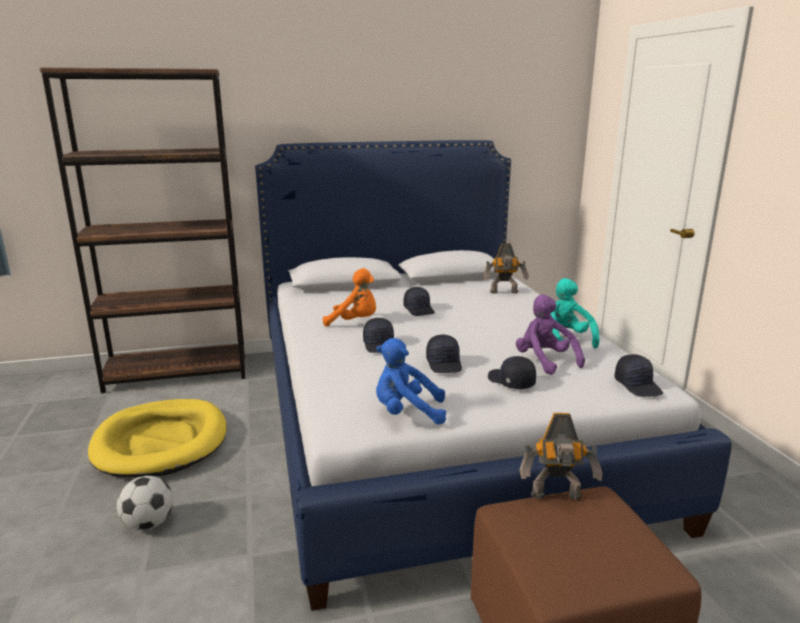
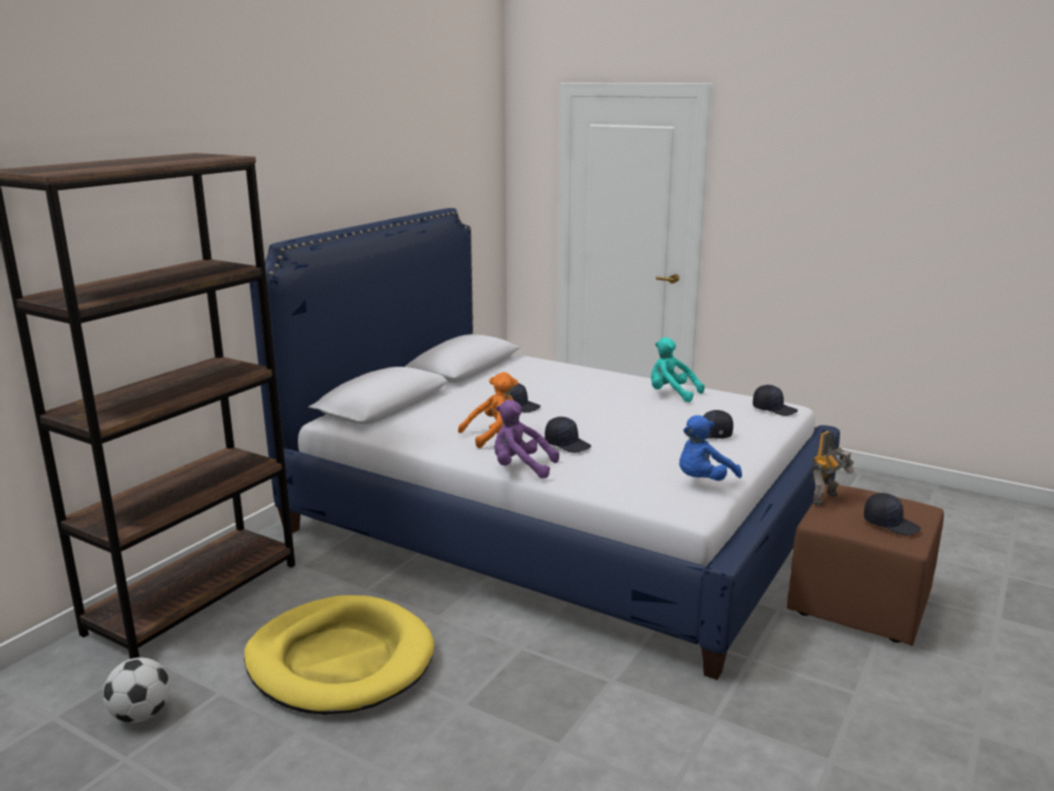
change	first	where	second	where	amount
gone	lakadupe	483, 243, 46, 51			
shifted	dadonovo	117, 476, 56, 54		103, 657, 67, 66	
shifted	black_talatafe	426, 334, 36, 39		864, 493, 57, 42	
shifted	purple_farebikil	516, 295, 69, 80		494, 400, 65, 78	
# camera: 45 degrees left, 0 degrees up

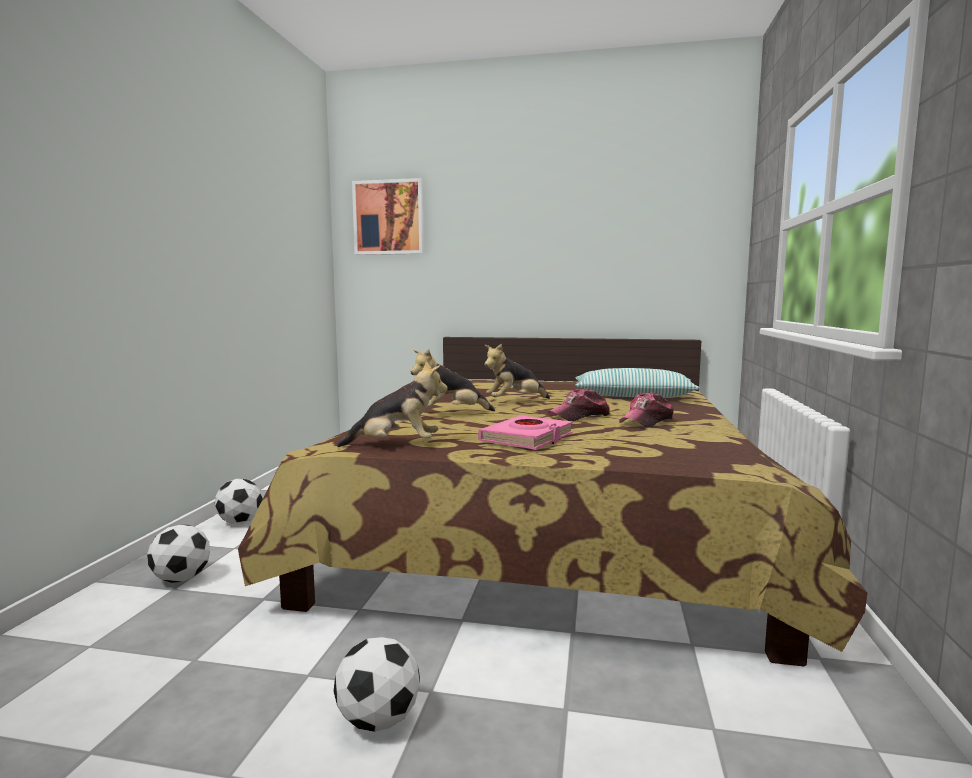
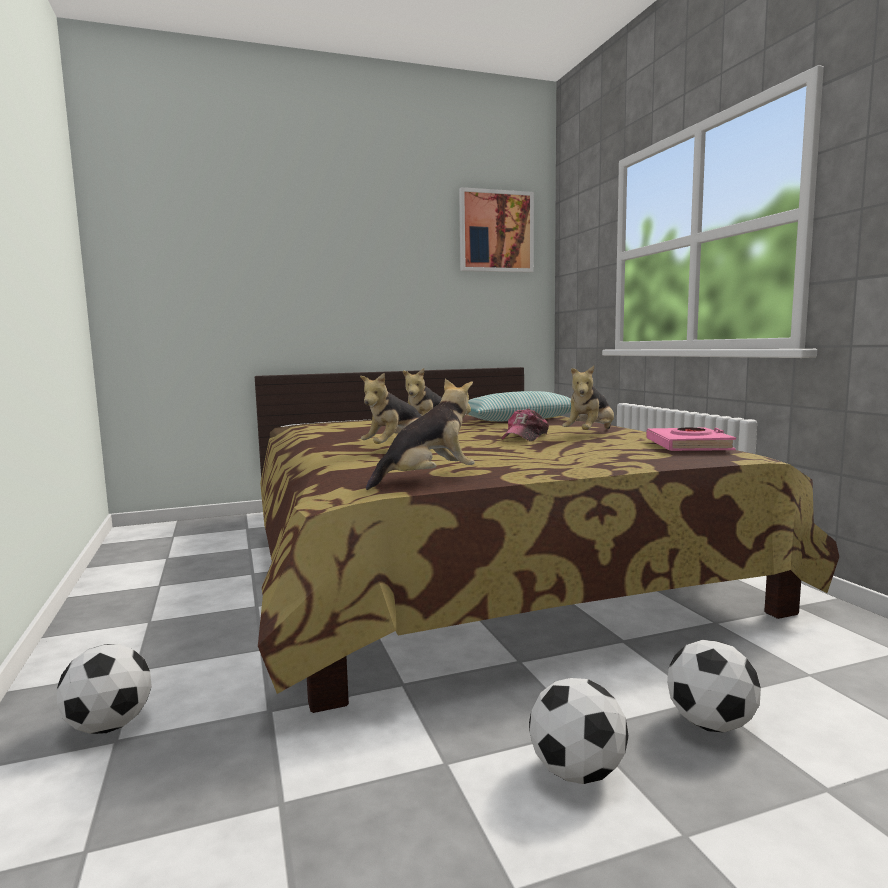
change	first	where	second	where	amount
shifted	dadonovo	215, 479, 48, 45		667, 640, 94, 93	
shifted	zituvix	352, 178, 72, 77		459, 187, 75, 86	
shifted	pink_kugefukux	478, 415, 95, 35		646, 428, 90, 23	
swapped	talatafe	619, 392, 55, 35	farebikil	562, 366, 52, 64	
# camera: 30 degrees left, 0 degrees up

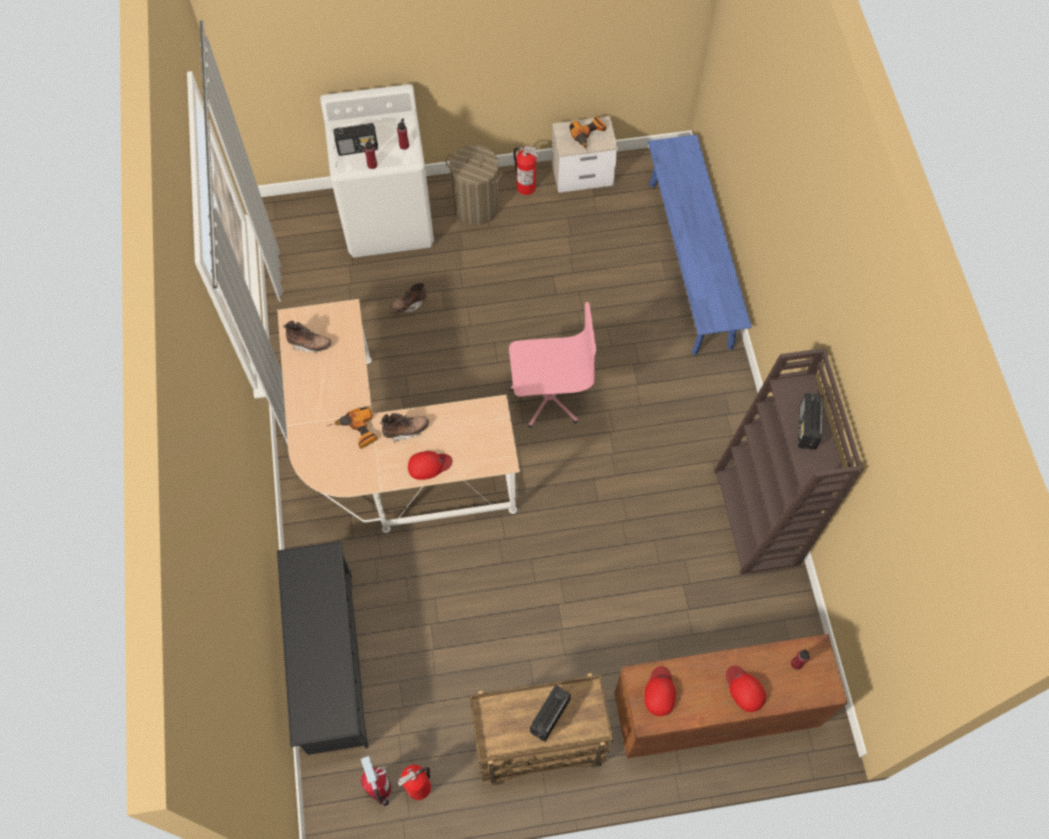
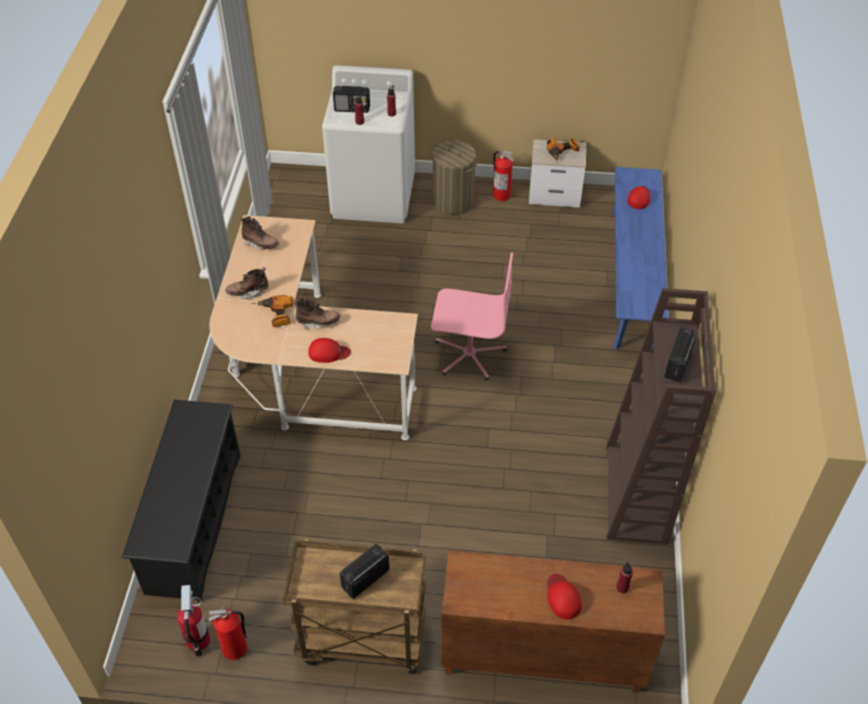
change	first	where	second	where	amount
shifted	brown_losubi	390, 281, 37, 32		225, 267, 44, 32	
shifted	red_talatafe	644, 666, 32, 50		627, 186, 23, 23	
# camera: 15 degrees right, 15 degrees down

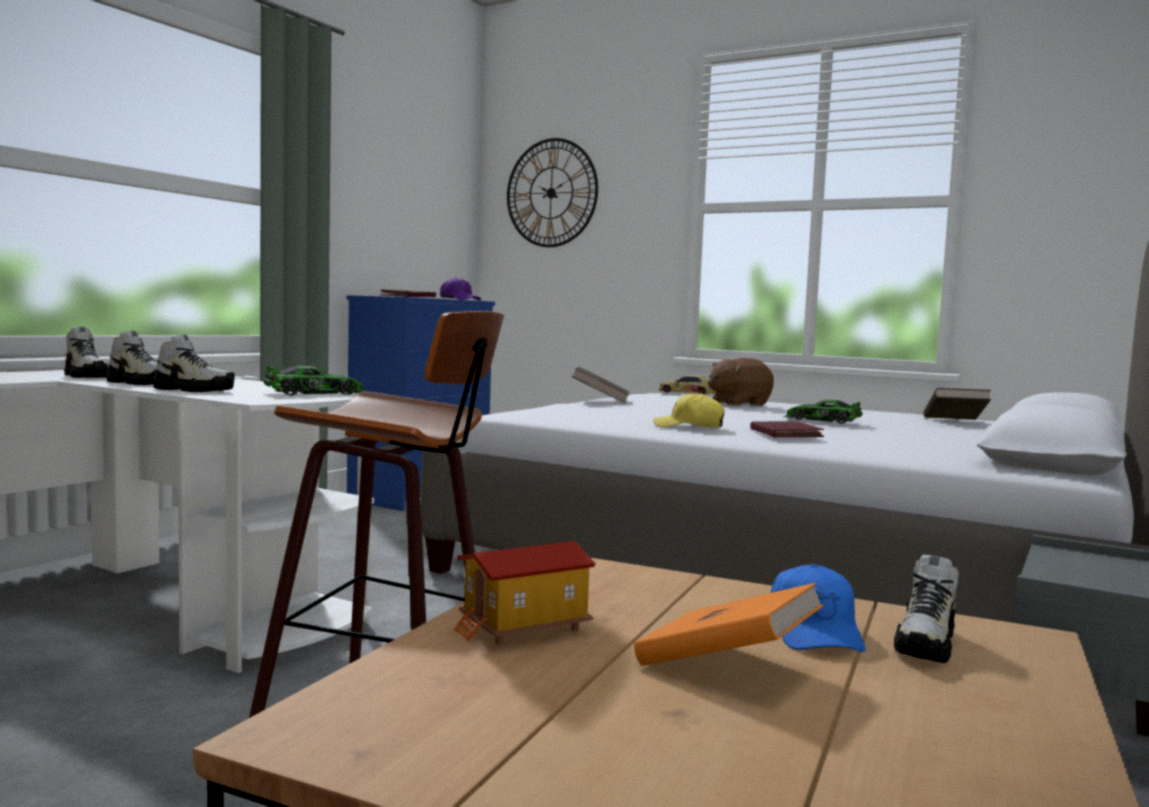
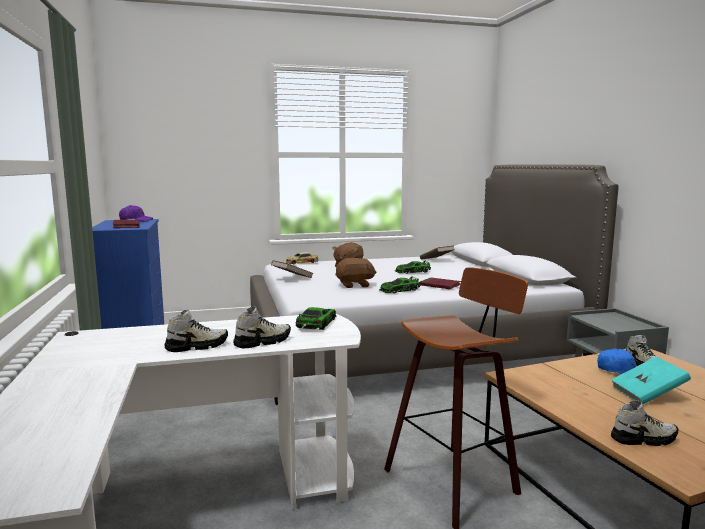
change	first	where	second	where	amount
gone	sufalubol	454, 541, 142, 104			
gone	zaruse	507, 138, 91, 109			
new			brown_farebikil	335, 258, 42, 30	
shifted	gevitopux	64, 327, 44, 51		611, 400, 67, 46	
swapped	yellow_talatafe	653, 393, 72, 35	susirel	379, 276, 41, 17	
repainted	orange_kugefukux	634, 583, 190, 83	turquoise_kugefukux	611, 357, 80, 47	
# camera: 45 degrees left, 5 degrees up

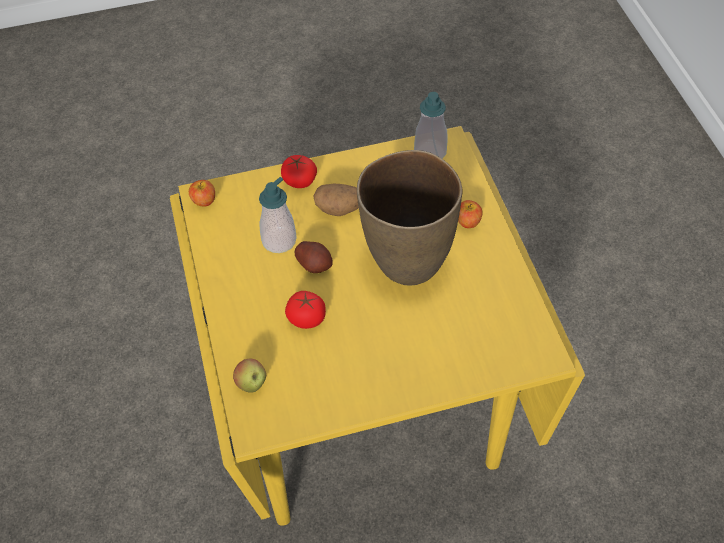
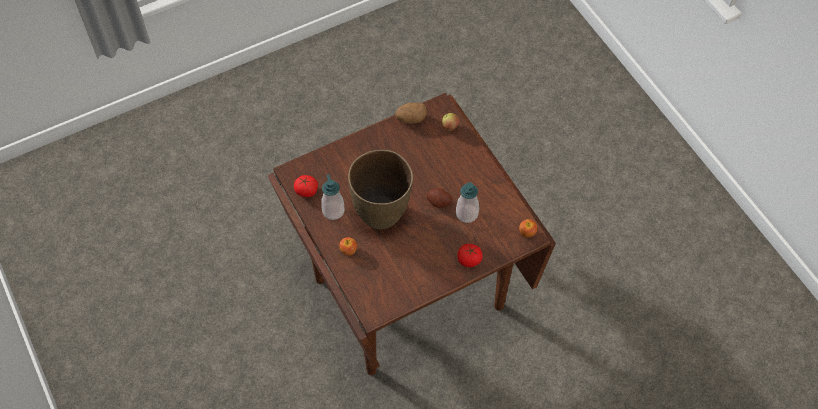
change	first	where	second	where	amount
shifted	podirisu	285, 291, 41, 38		294, 175, 24, 22	
shifted	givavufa	313, 184, 46, 32		395, 103, 32, 20	
shifted	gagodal	414, 92, 34, 67		321, 174, 24, 46	
repainted	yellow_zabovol	170, 126, 415, 400	brown_zabovol	268, 93, 288, 282	
# camera: 165 degrees right, 5 degrees up

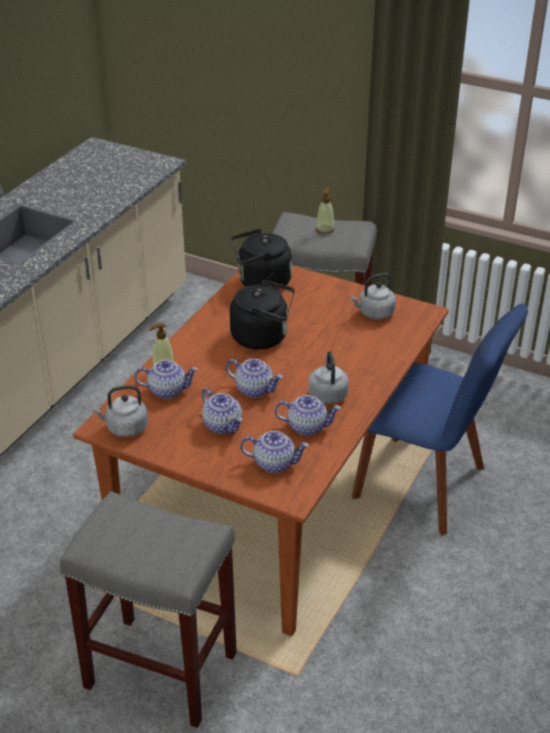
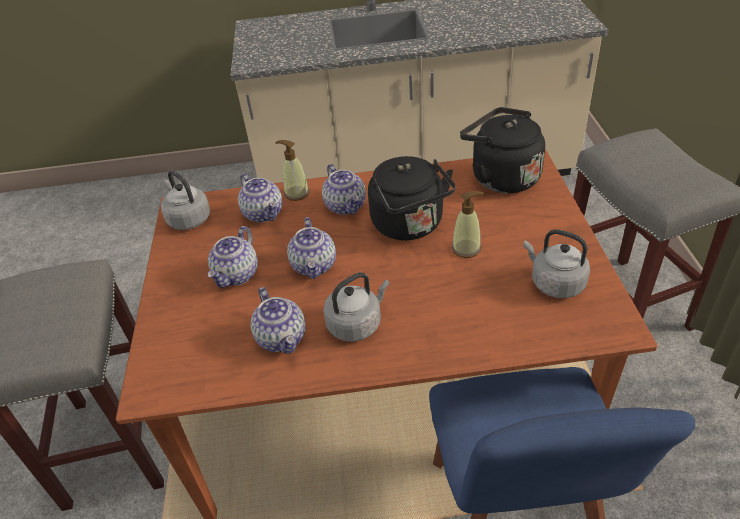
change	first	where	second	where	amount
shifted	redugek	240, 431, 69, 42		322, 164, 44, 51	
shifted	gagodal	316, 187, 18, 47		452, 191, 32, 67	
# camera: 60 degrees right, 5 degrees up

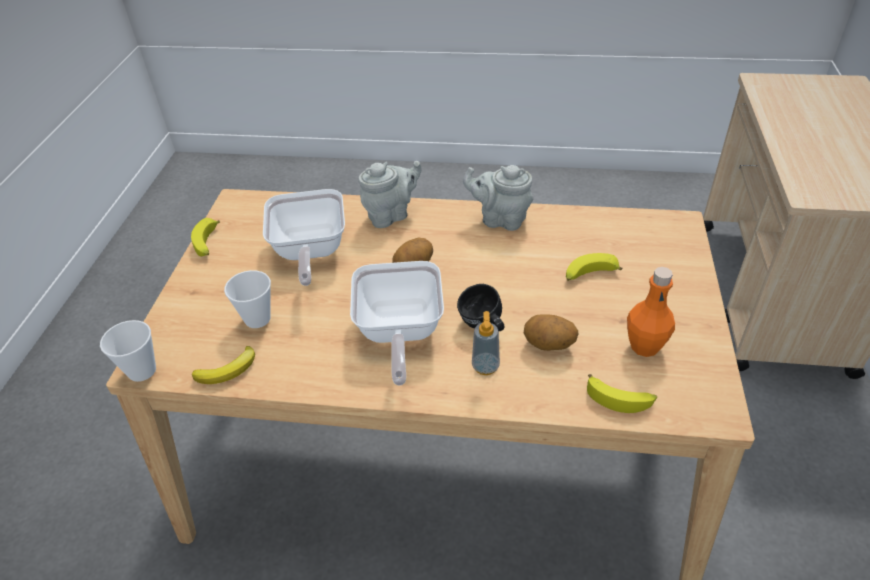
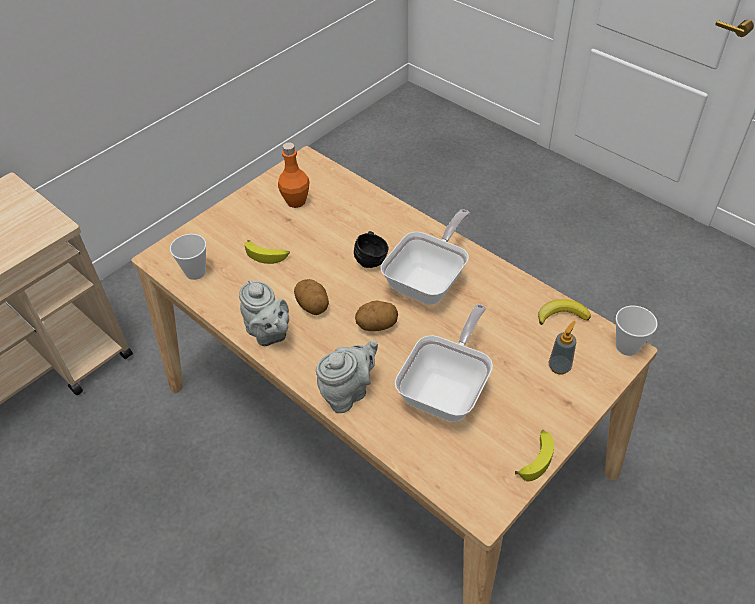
change	first	where	second	where	amount
gone	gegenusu	587, 374, 70, 39			
shifted	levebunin	224, 270, 47, 58		170, 234, 36, 46	
shifted	gagodal	472, 311, 28, 64		549, 321, 27, 54	
shifted	givavufa	524, 314, 54, 37		294, 279, 35, 36	
rotated	grey_redugek	358, 161, 64, 67		316, 340, 62, 73	135 degrees clockwise
# camera: 145 degrees left, 5 degrees up

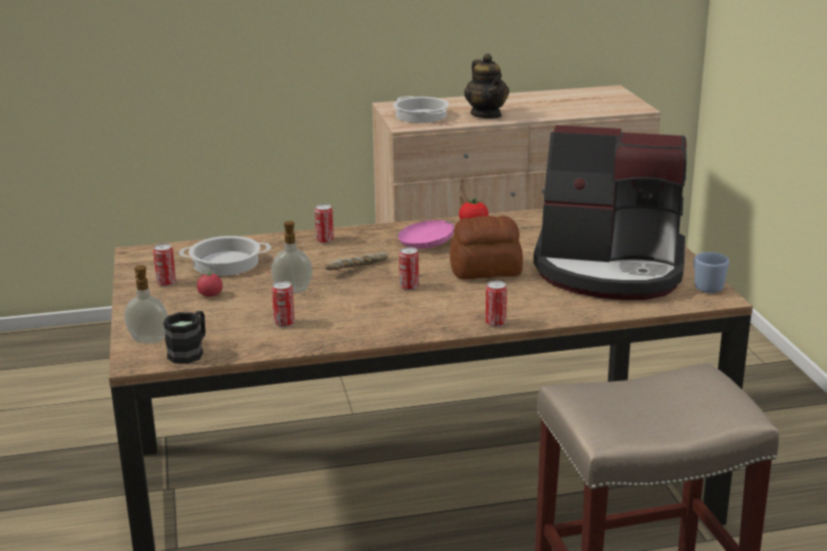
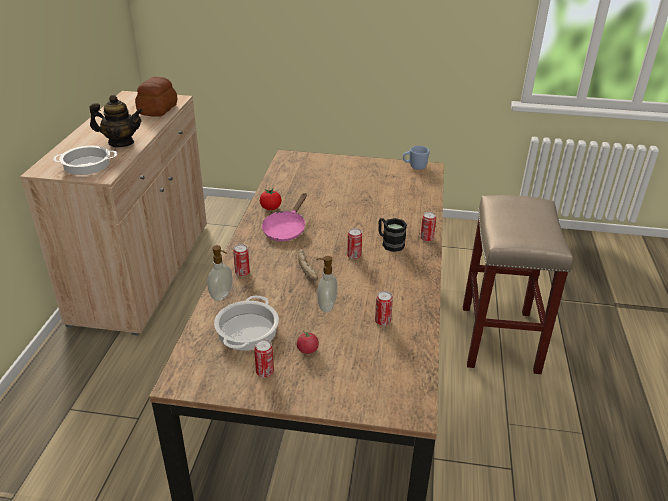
change	first	where	second	where	amount
gone	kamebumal	533, 125, 154, 175			
shifted	gagodal	124, 265, 44, 78		207, 245, 26, 56	
shifted	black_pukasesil	163, 311, 42, 53		379, 218, 28, 34	
shifted	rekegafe	450, 216, 73, 63		135, 77, 42, 40	
# camera: 70 degrees left, 10 degrees up

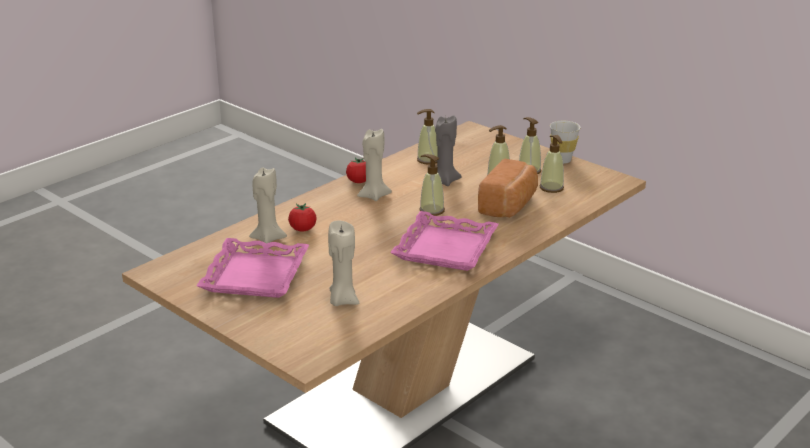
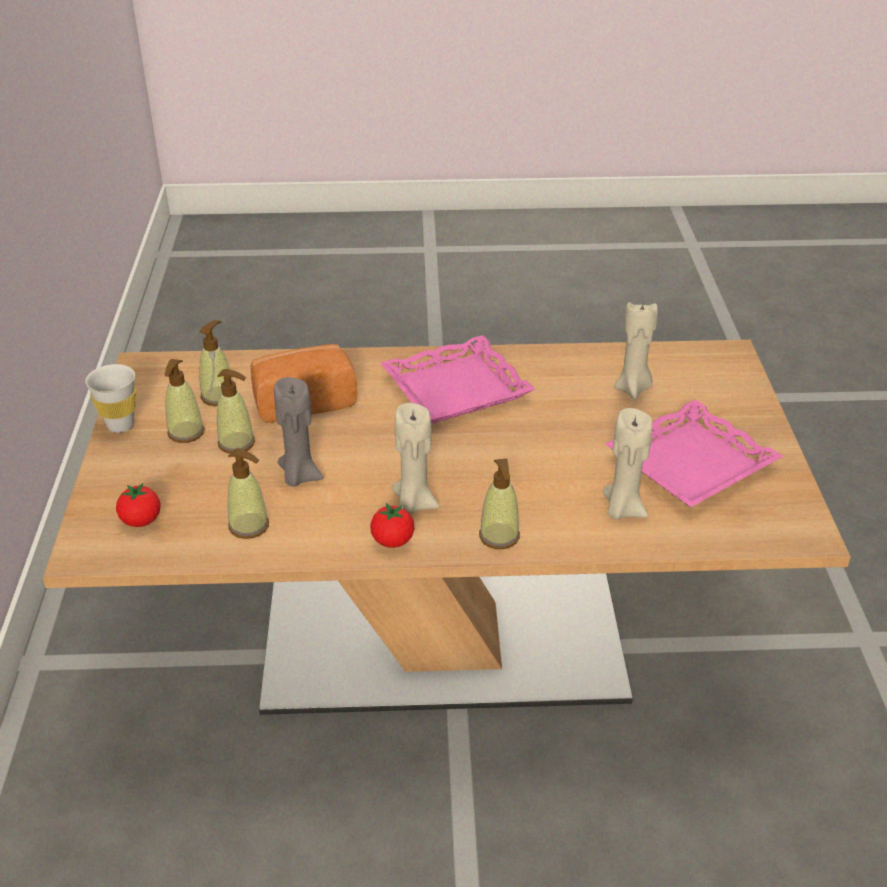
change	first	where	second	where	amount
shifted	podirisu	288, 203, 29, 28		116, 483, 45, 44	
shifted	gagodal	420, 154, 25, 62		479, 459, 41, 90	
# camera: 135 degrees left, 10 degrees up

